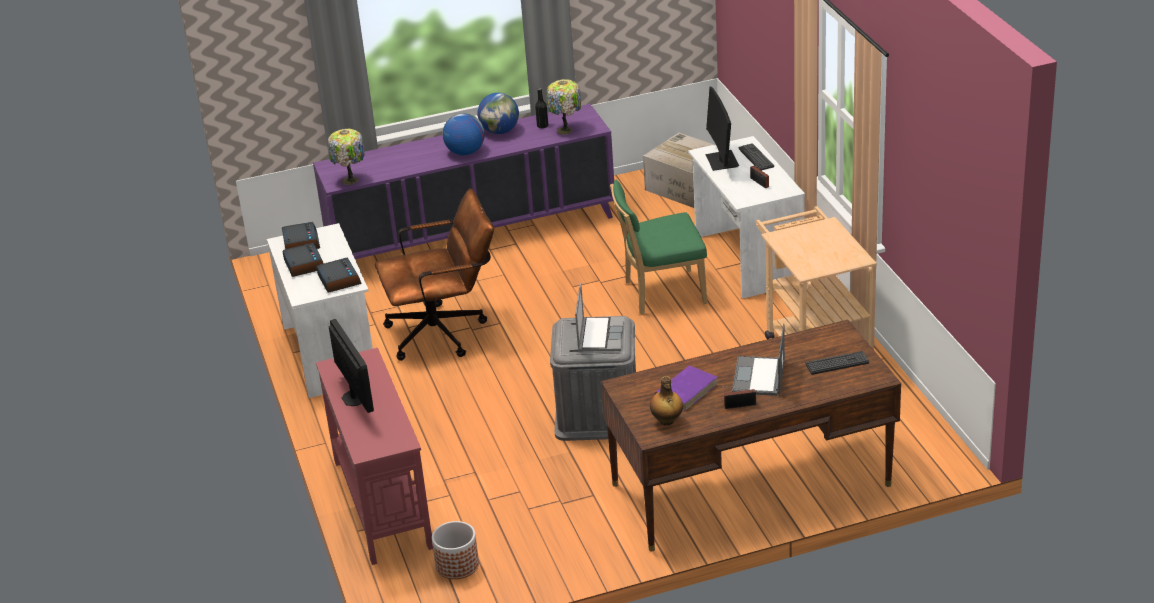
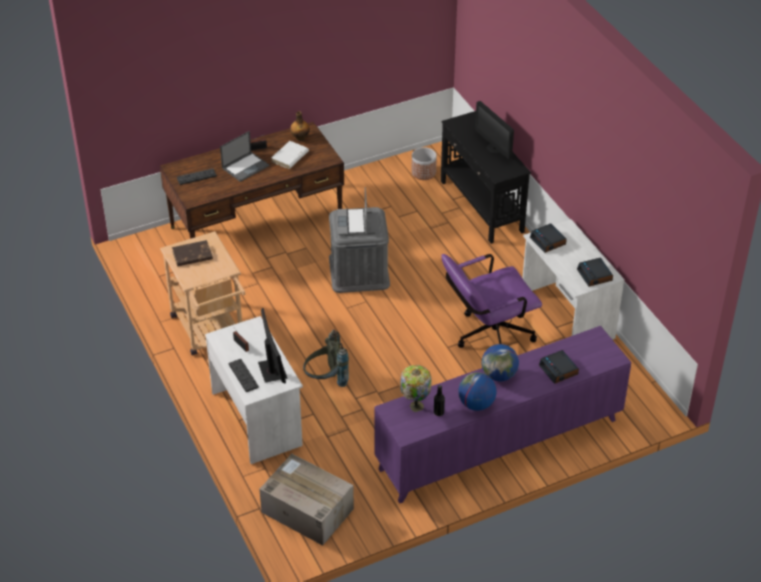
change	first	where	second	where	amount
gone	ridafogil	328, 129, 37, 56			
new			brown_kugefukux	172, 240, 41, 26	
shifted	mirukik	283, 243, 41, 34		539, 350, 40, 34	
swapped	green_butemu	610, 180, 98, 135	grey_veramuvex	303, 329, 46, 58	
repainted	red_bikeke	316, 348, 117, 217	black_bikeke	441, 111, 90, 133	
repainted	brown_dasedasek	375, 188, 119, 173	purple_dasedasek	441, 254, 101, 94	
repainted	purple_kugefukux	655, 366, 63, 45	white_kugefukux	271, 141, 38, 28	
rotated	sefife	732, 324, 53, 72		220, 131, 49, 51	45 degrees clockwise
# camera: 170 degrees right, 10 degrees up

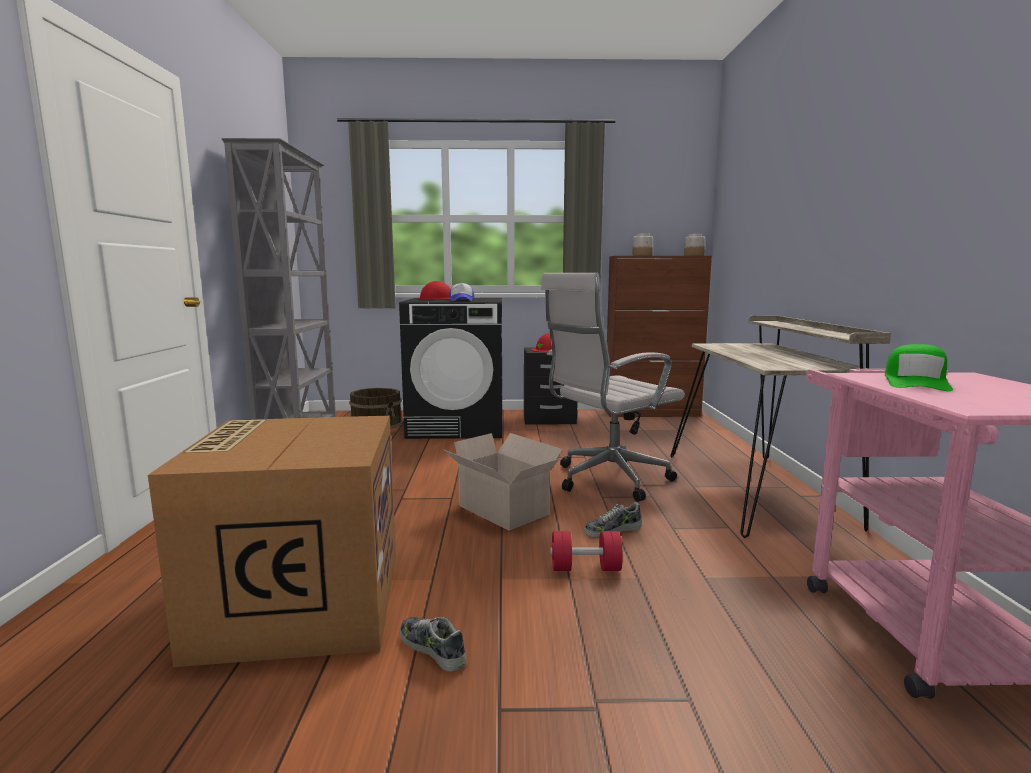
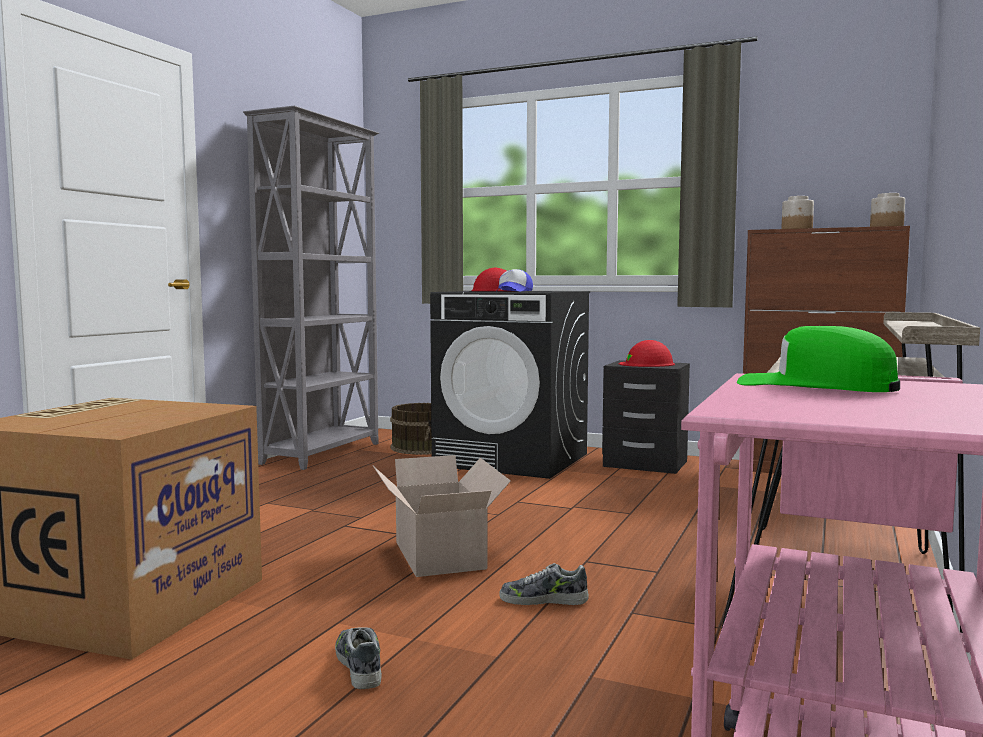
change	first	where	second	where	amount
gone	white_dasedasek	541, 273, 144, 229			
gone	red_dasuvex	550, 531, 73, 40			
shifted	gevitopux	400, 617, 66, 55		335, 627, 47, 62	
rotated	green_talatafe	885, 344, 68, 47		737, 326, 163, 66	75 degrees clockwise
# camera: 25 degrees right, 5 degrees down

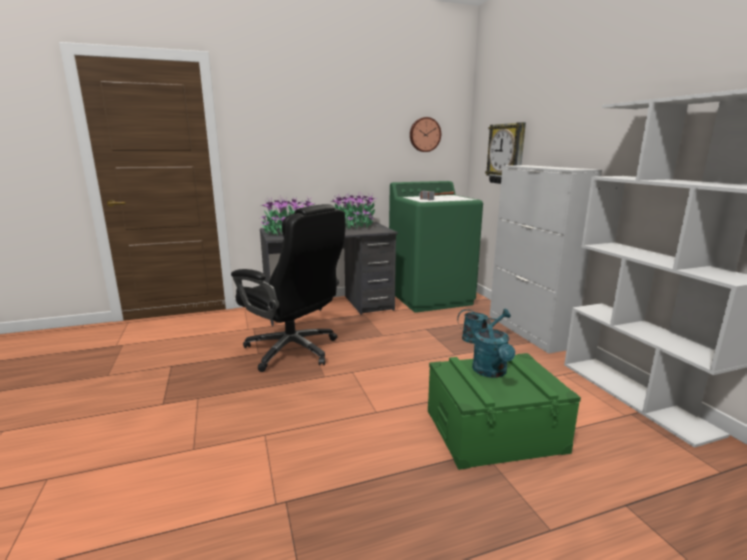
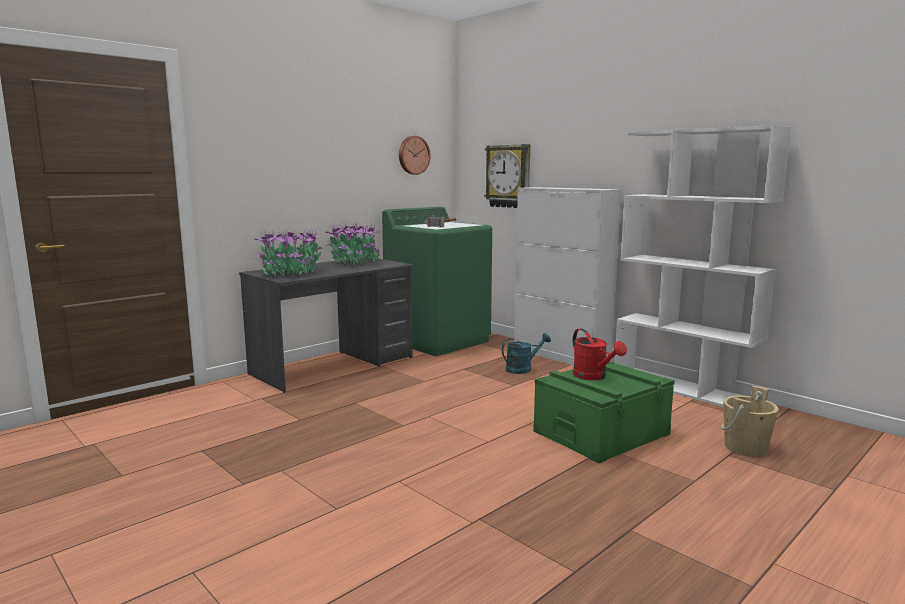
change	first	where	second	where	amount
gone	black_dasedasek	231, 204, 114, 168			
new			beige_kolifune	721, 386, 58, 71	
repainted	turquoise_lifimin	472, 319, 43, 59	red_lifimin	573, 328, 54, 52	
# camera: 25 degrees left, 5 degrees down

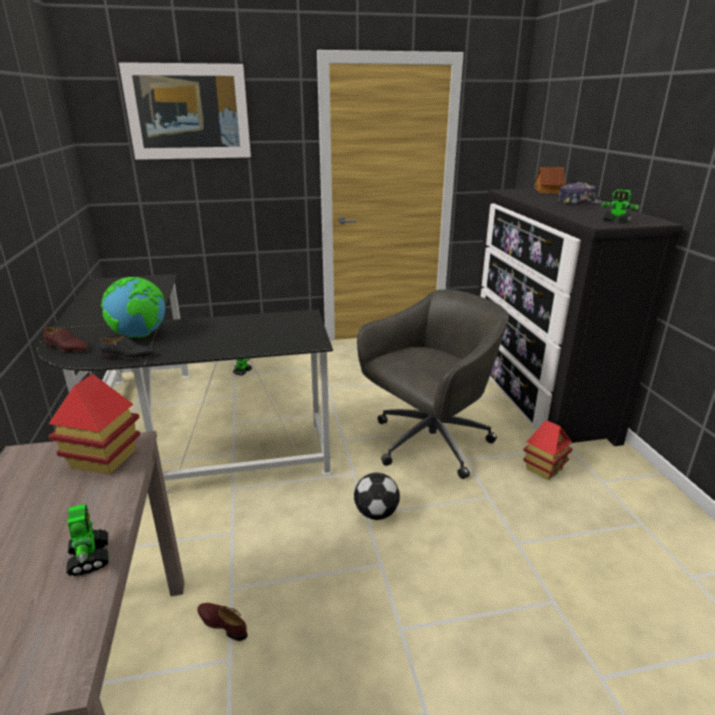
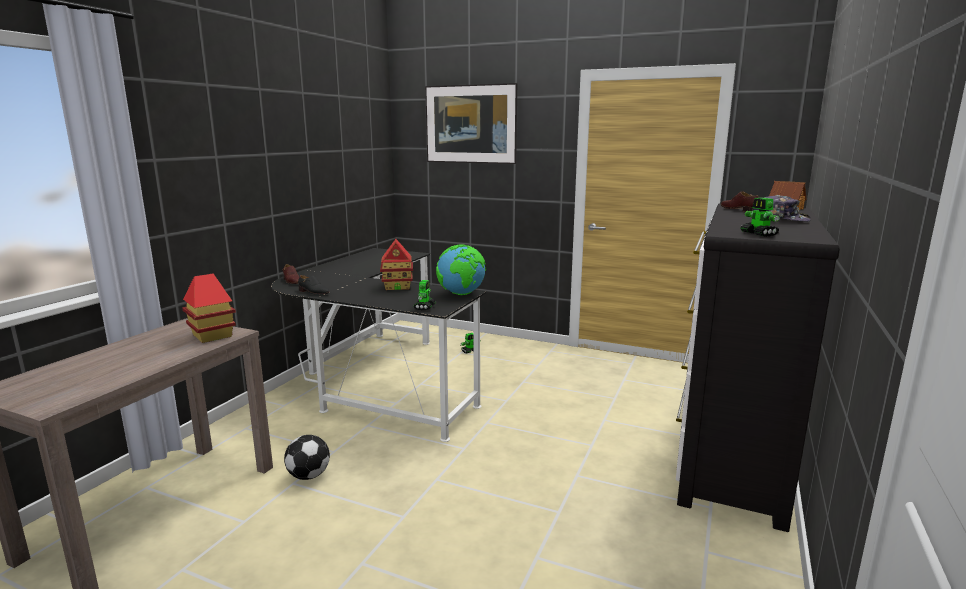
change	first	where	second	where	amount
gone	grey_dasedasek	357, 289, 152, 190			
shifted	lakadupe	66, 504, 43, 72		414, 280, 22, 30	
shifted	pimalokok	101, 277, 64, 61		436, 245, 50, 50	
shifted	brown_gevitopux	197, 603, 51, 38		721, 191, 38, 21	
shifted	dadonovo	354, 473, 46, 47		284, 435, 46, 45	
shifted	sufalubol	523, 420, 50, 60		380, 239, 33, 51	
# camera: 35 degrees right, 10 degrees down

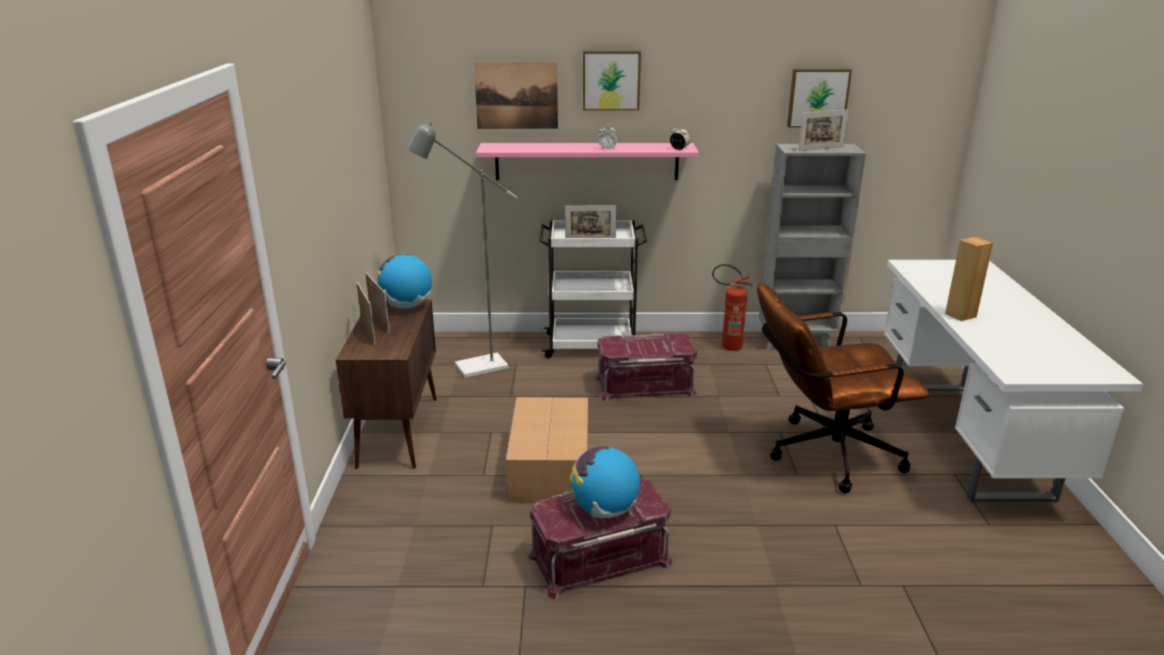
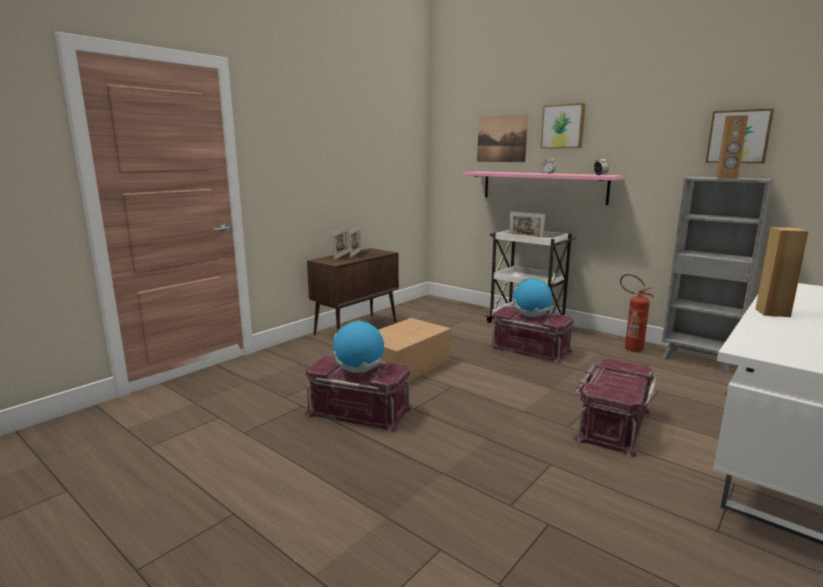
change	first	where	second	where	amount
gone	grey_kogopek	406, 122, 111, 256			
shifted	pimalokok	377, 254, 55, 55		513, 278, 40, 39	
swapped	brown_dasedasek	757, 283, 172, 210	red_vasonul	573, 359, 84, 98	
swapped	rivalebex	798, 109, 50, 42	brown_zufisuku	716, 115, 32, 64	
# camera: 40 degrees right, 10 degrees down

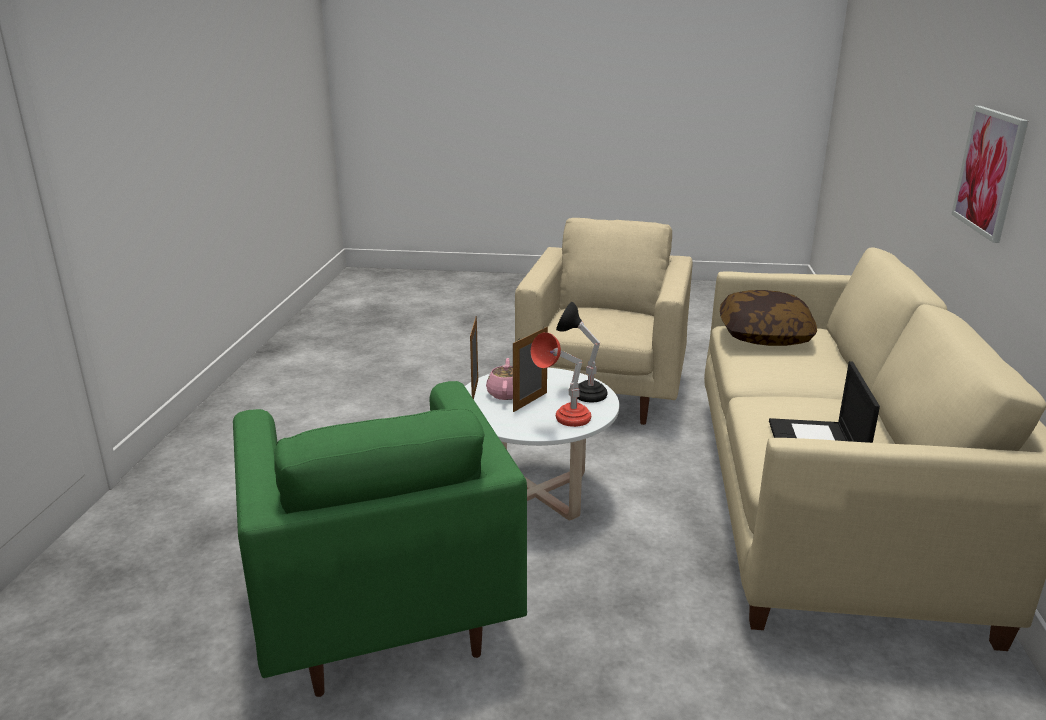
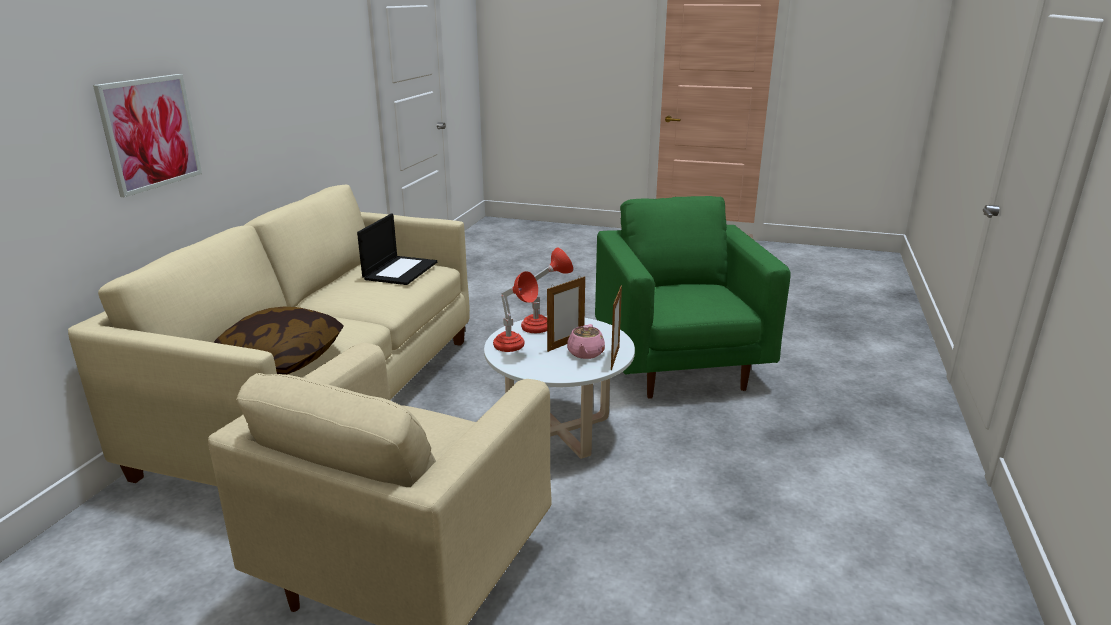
change	first	where	second	where	amount
repainted	black_ridafogil	556, 302, 51, 100	red_ridafogil	493, 271, 45, 81	
# camera: 170 degrees left, 0 degrees up

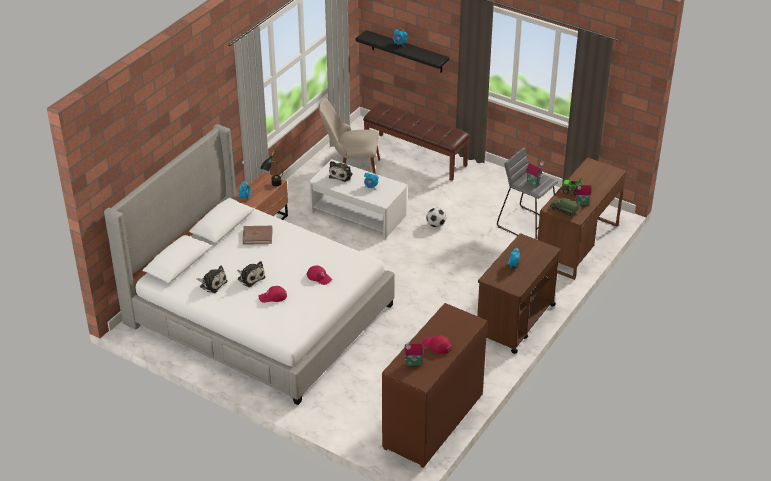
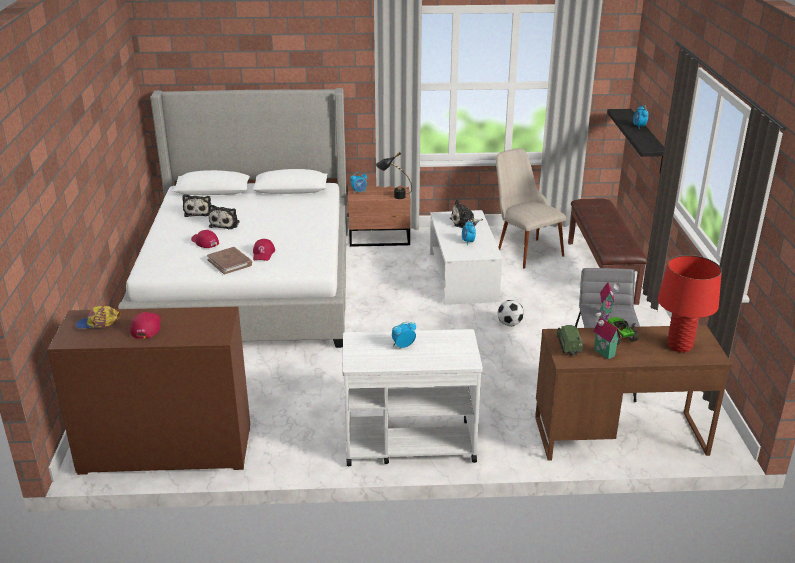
change	first	where	second	where	amount
new			red_ridafogil	658, 255, 64, 98	
shifted	brown_kugefukux	242, 226, 31, 19		207, 247, 45, 28	
swapped	sufalubol	404, 342, 19, 24	talatafe	76, 306, 45, 23	
repainted	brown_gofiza	477, 233, 83, 121	white_gofiza	342, 329, 141, 137	
# camera: 55 degrees right, 10 degrees down

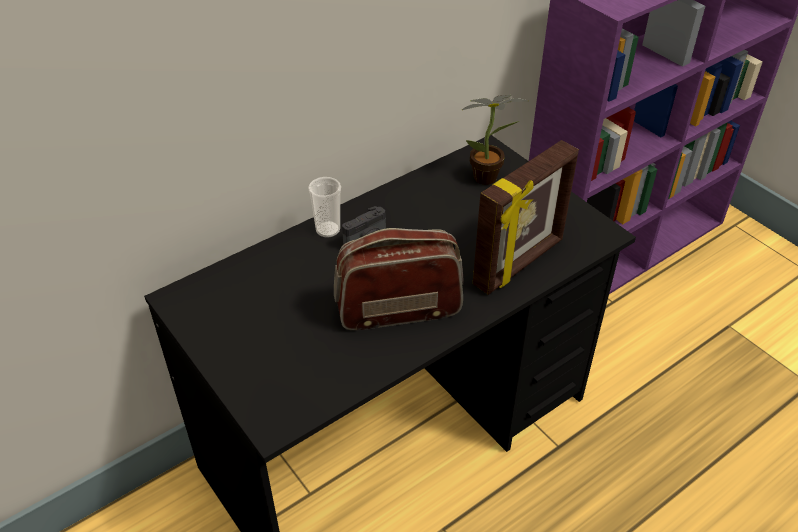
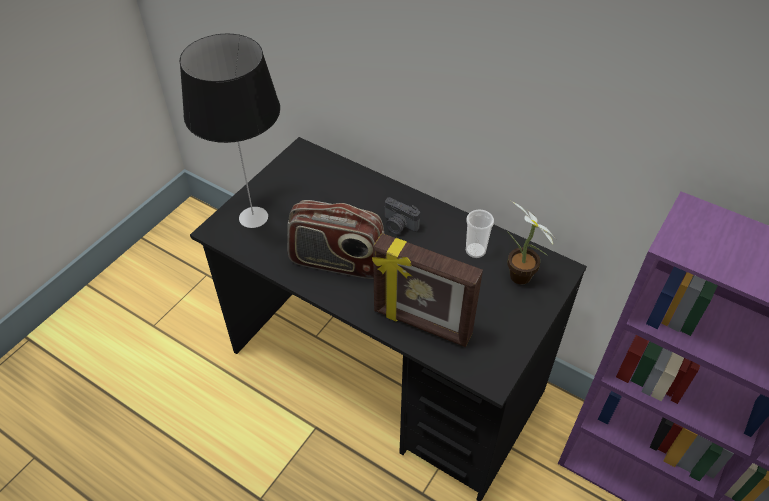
change	first	where	second	where	amount
new			ridafogil	179, 34, 101, 194	
shifted	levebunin	308, 177, 33, 61		466, 209, 28, 49	
rotated	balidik	334, 228, 129, 102		287, 200, 97, 79	135 degrees clockwise
# camera: 70 degrees right, 5 degrees up

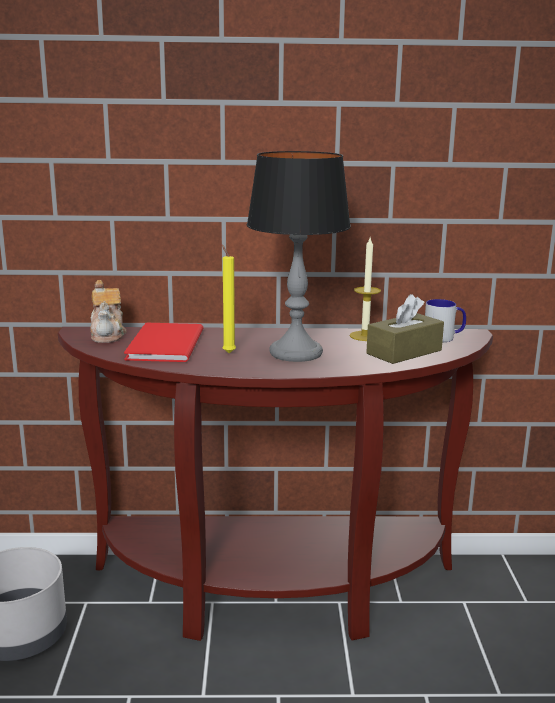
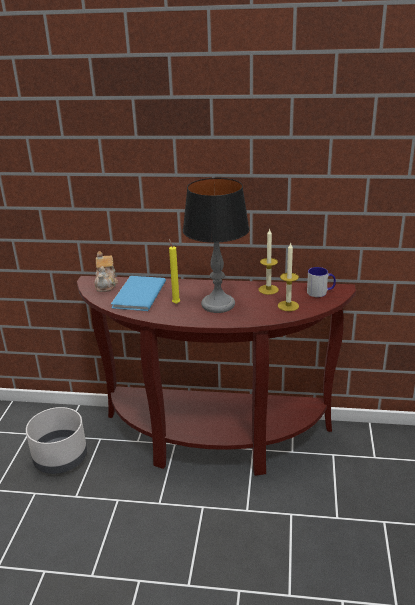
change	first	where	second	where	amount
swapped	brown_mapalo	366, 294, 78, 70	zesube	278, 243, 21, 68	
repainted	red_kugefukux	124, 323, 79, 39	blue_kugefukux	111, 276, 55, 35	
# camera: 10 degrees right, 10 degrees up

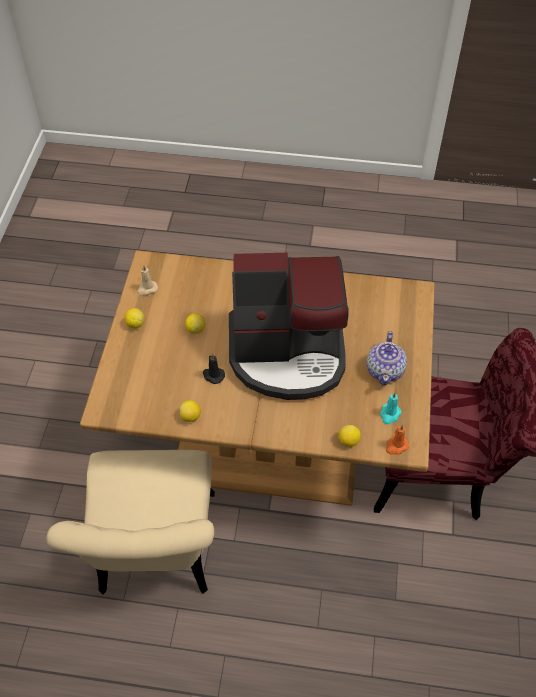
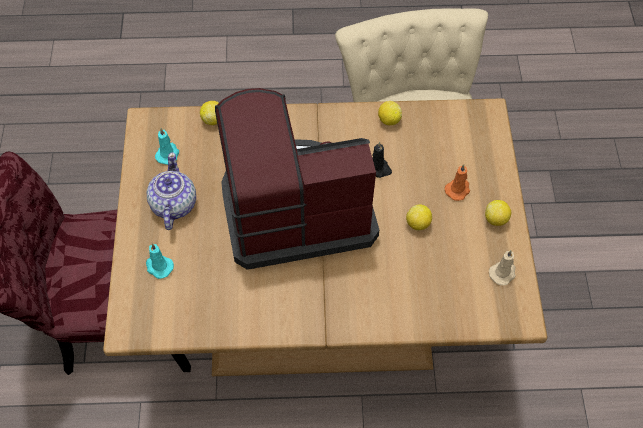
change	first	where	second	where	amount
new			turquoise_zesube	146, 243, 28, 36	
shifted	orange_zesube	386, 424, 23, 31		445, 164, 25, 37	
# camera: 170 degrees right, 5 degrees up

